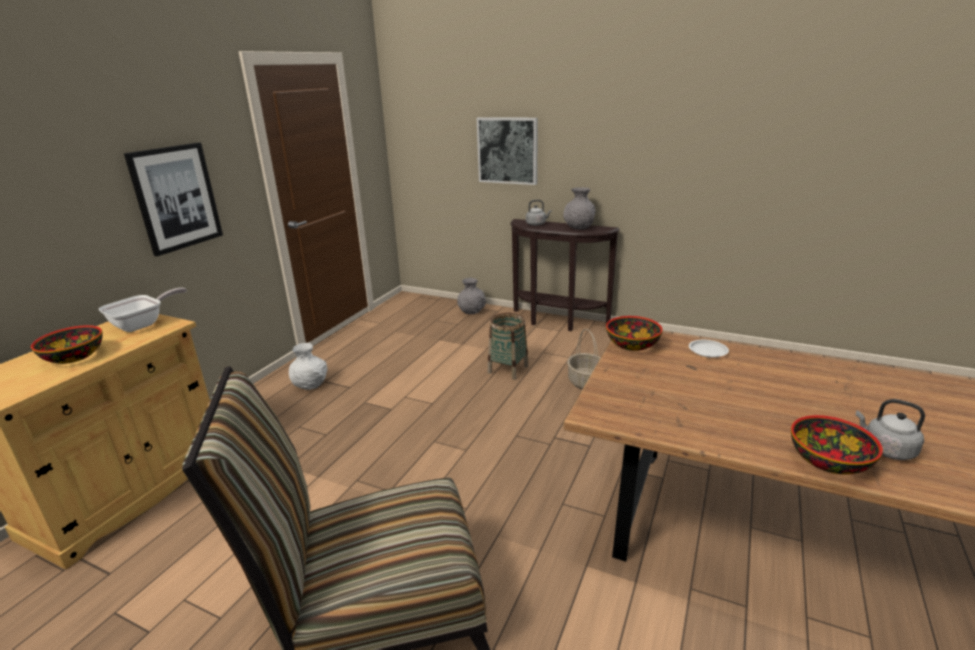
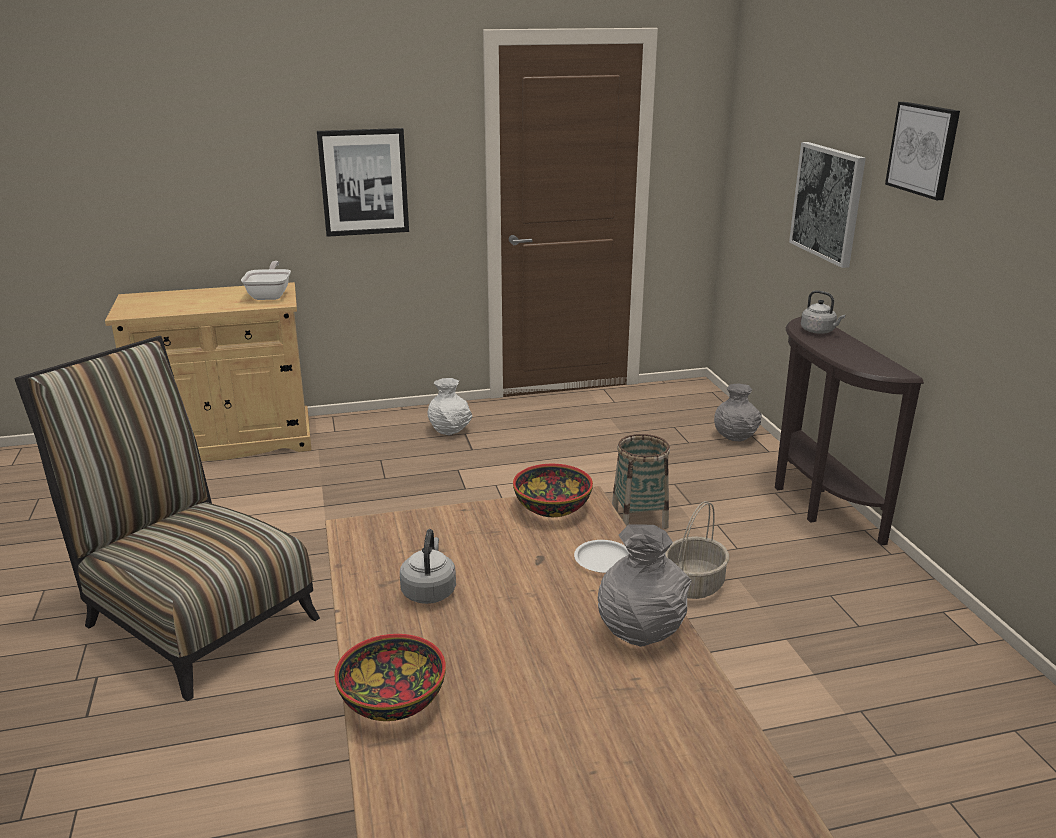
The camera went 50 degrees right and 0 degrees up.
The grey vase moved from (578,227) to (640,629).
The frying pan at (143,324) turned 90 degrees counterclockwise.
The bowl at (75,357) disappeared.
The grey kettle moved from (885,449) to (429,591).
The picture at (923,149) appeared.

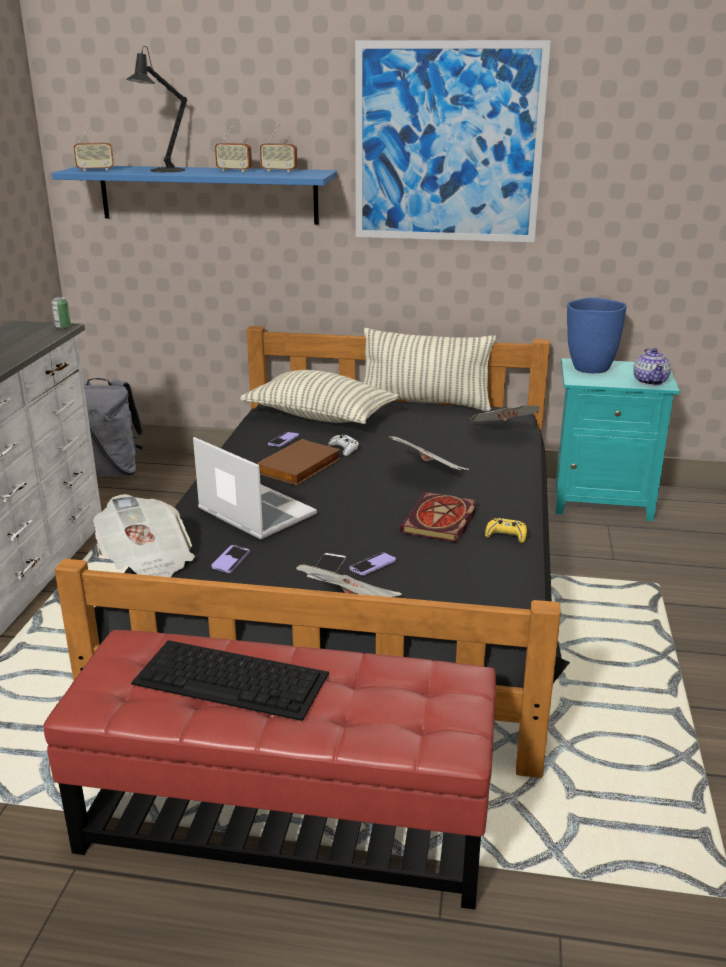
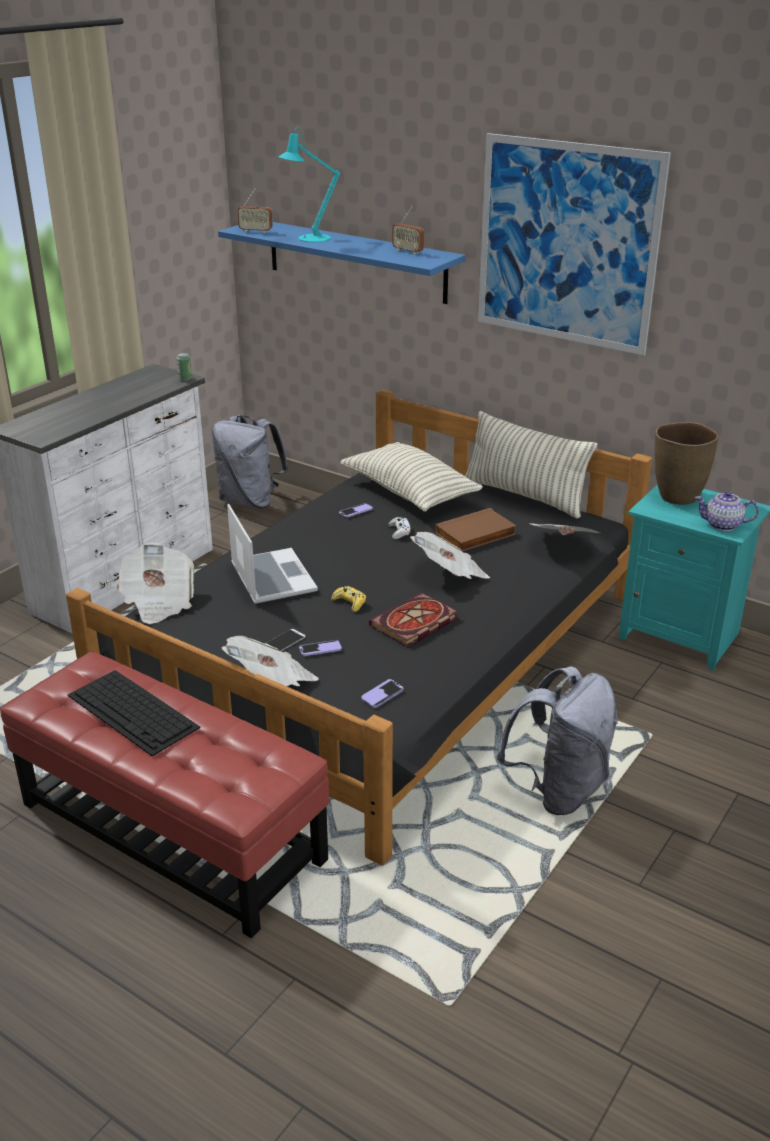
The camera went 25 degrees right and 5 degrees up.
The black table lamp at (163,170) became the turquoise table lamp at (309,238).
The radio at (234,171) disappeared.
The blue vase at (589,368) became the brown vase at (677,497).
The teapot at (650,381) turned 75 degrees clockwise.
The brown book moved from (300,467) to (476,535).
The yellow game controller moved from (506,535) to (349,602).
The phone moved from (231,560) to (382,695).
The grey backpack at (558,790) appeared.

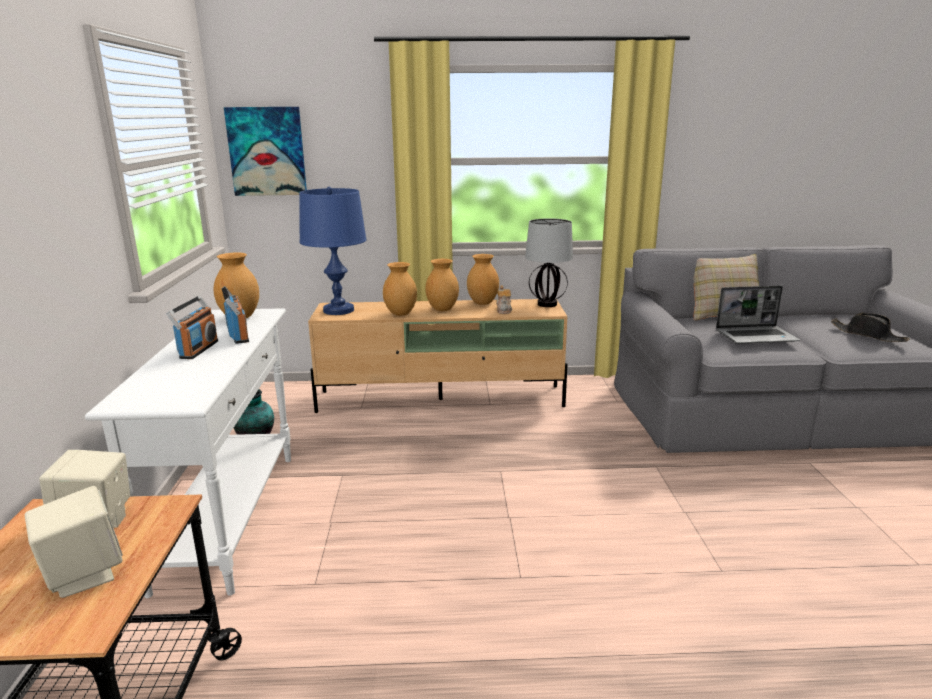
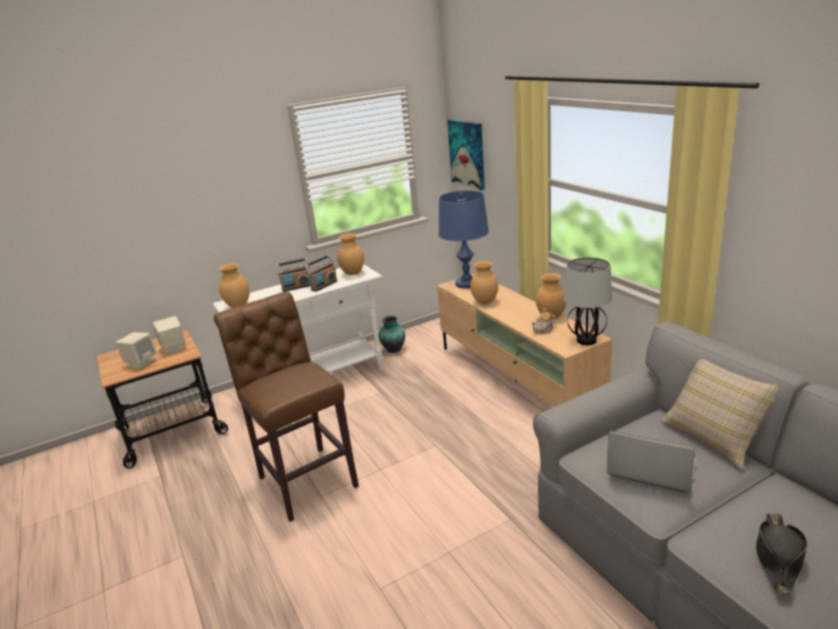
The camera went 65 degrees right and 5 degrees up.
The brown vase moved from (443,309) to (238,306).
The laptop at (756,336) turned 150 degrees clockwise.
The brown stool at (305,479) appeared.

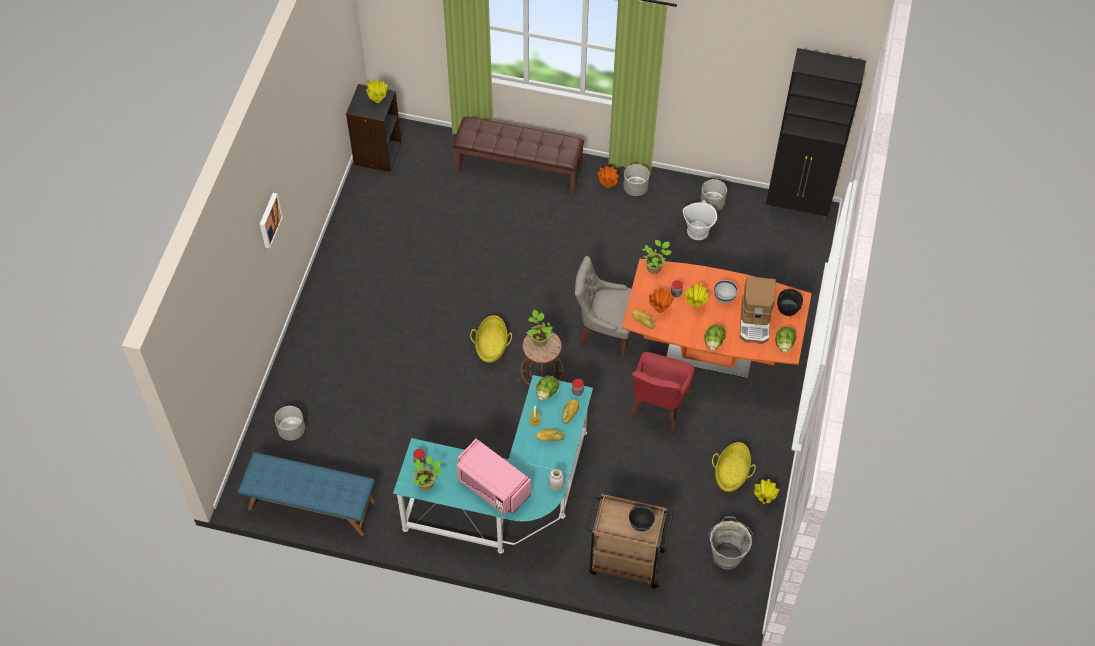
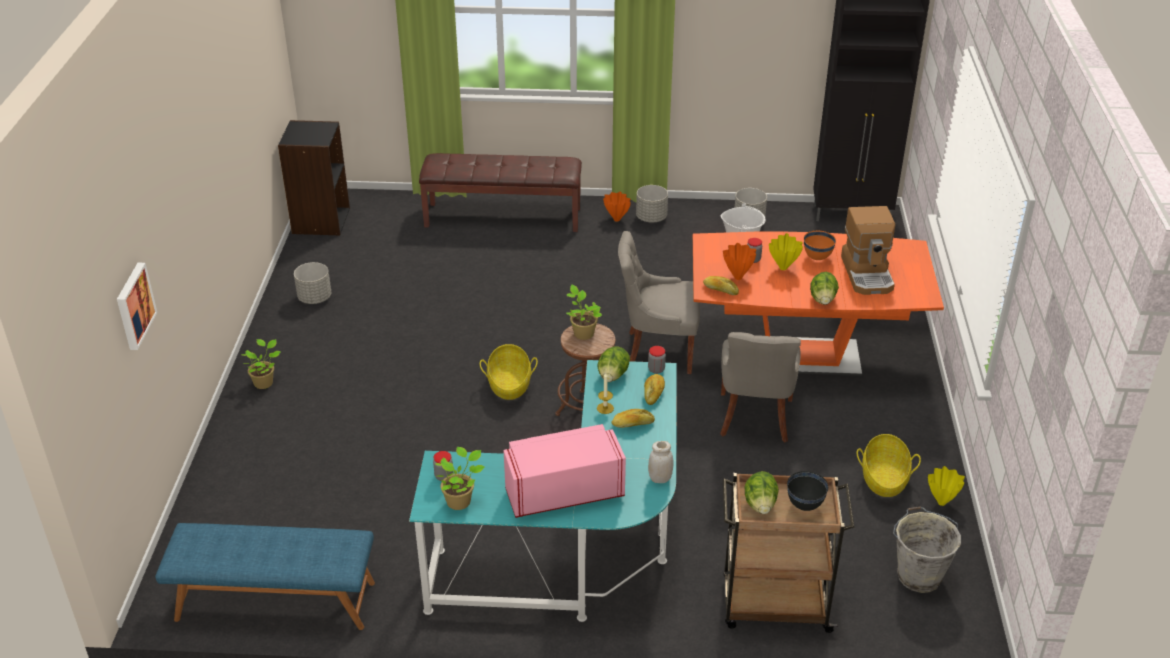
The camera went 10 degrees left and 20 degrees down.
The yellow vase at (378,101) disappeared.
The picture moved from (269,220) to (133,305).
The potted plant moved from (654,267) to (264,382).
The white bowl at (724,299) became the orange bowl at (817,258).
The black bowl at (788,308) disappeared.
The lettuce moved from (784,344) to (760,504).
The red chair at (657,406) became the grey chair at (754,418).
The grey planter moved from (291,430) to (314,298).
The pink microwave at (492,486) turned 135 degrees clockwise.

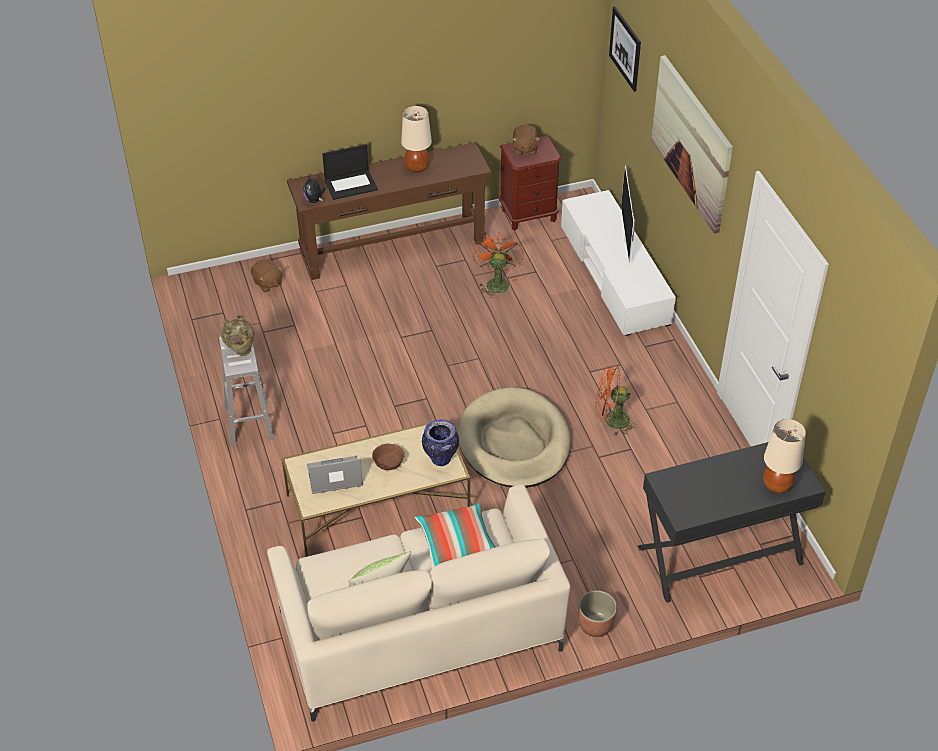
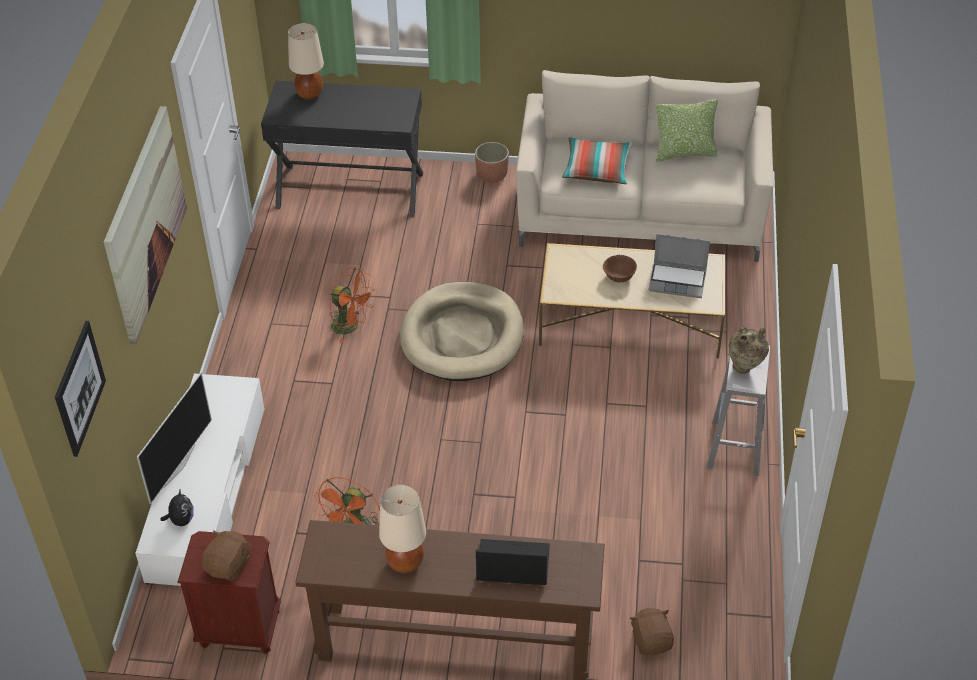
The camera went 155 degrees left and 0 degrees up.
The plush toy moved from (314,200) to (181,520).
The vase at (440,459) disappeared.

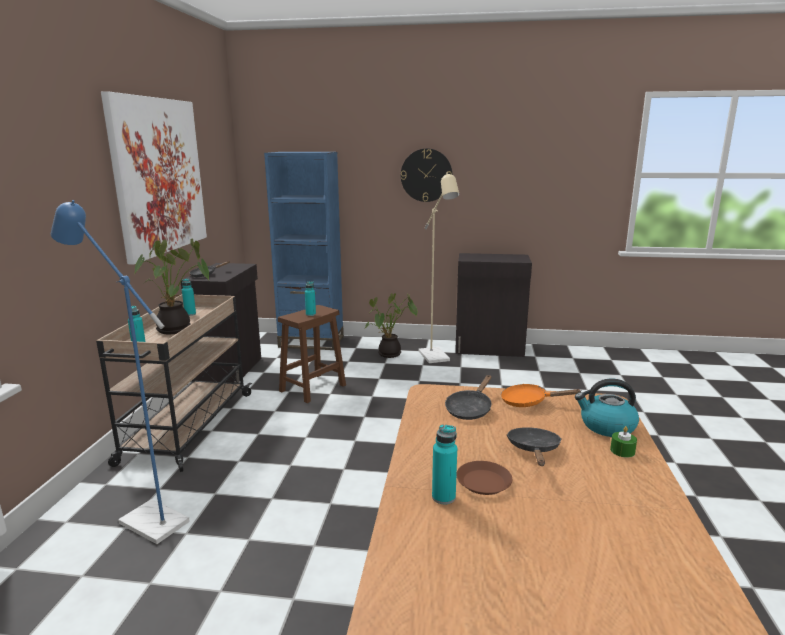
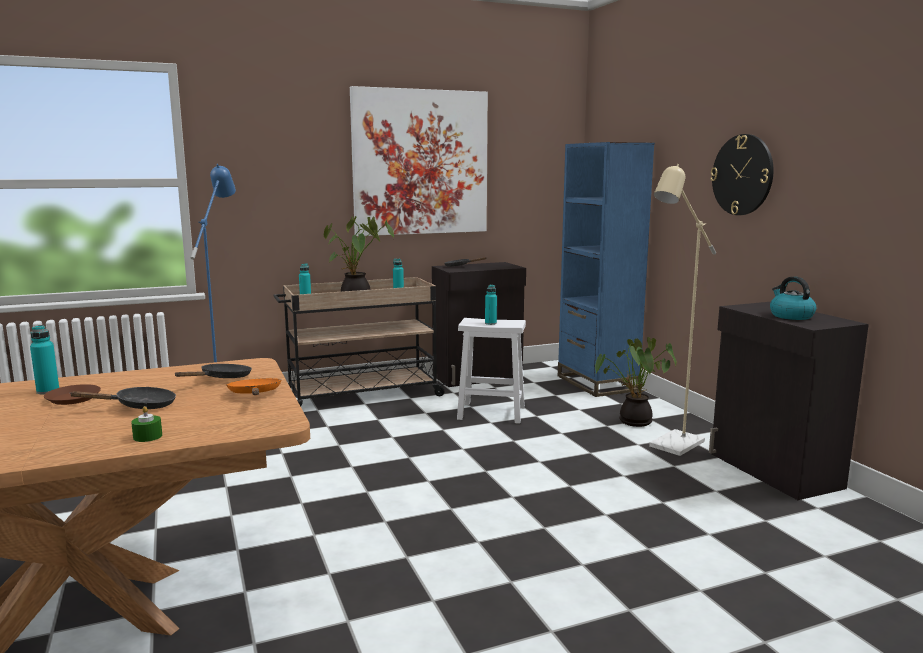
The camera went 60 degrees right and 5 degrees down.
The brown stool at (313,387) became the white stool at (492,413).
The black frying pan at (470,409) turned 120 degrees clockwise.
The kettle moved from (606,426) to (790,316).

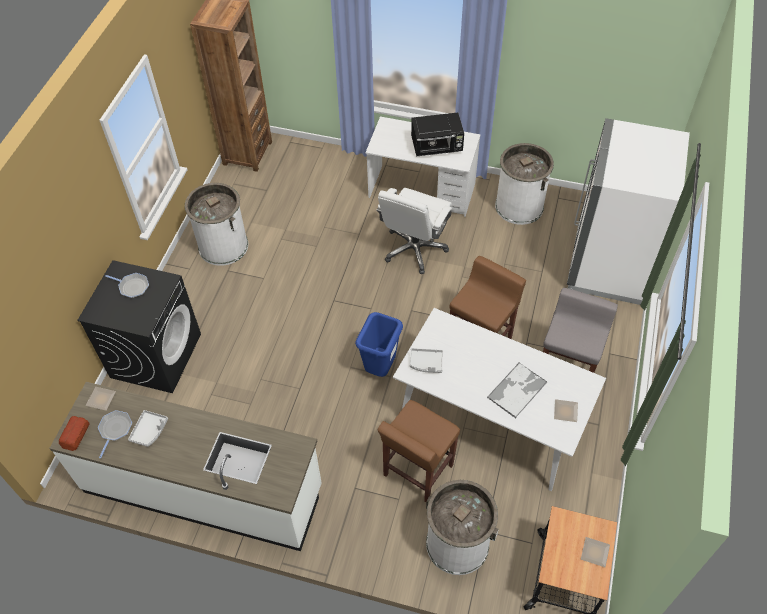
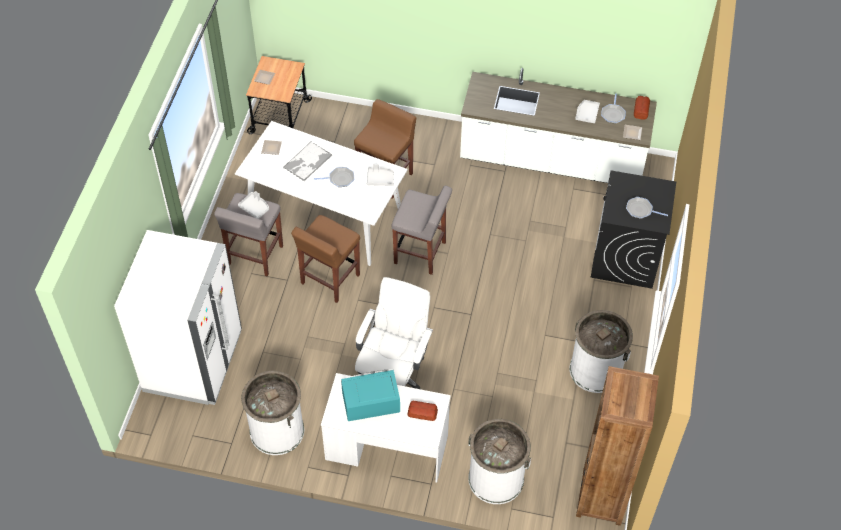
The camera went 175 degrees right and 0 degrees up.
The black microwave at (437,147) became the turquoise microwave at (370,404).
The blue trash can at (380,368) was replaced by the grey stool at (421,253).
The white trash can moved from (457,543) to (496,478).
The frying pan at (340,179) appeared.
The grey tray at (255,208) appeared.
The bread at (422,413) appeared.

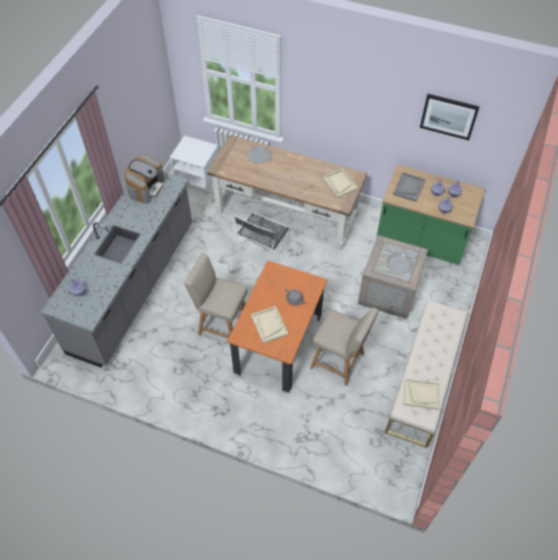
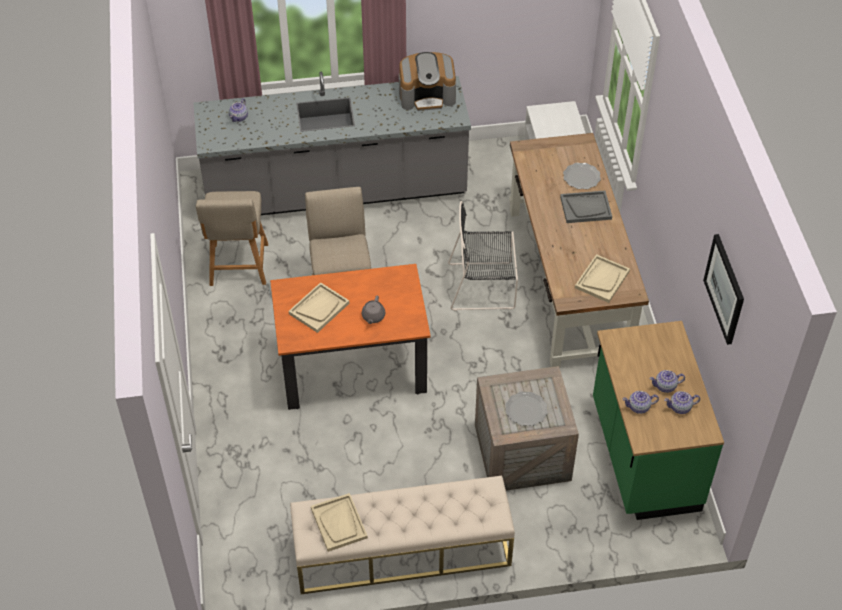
The camera went 60 degrees right and 5 degrees down.
The grey tray moved from (409,187) to (586,208).
The beige chair moved from (339,362) to (239,267).

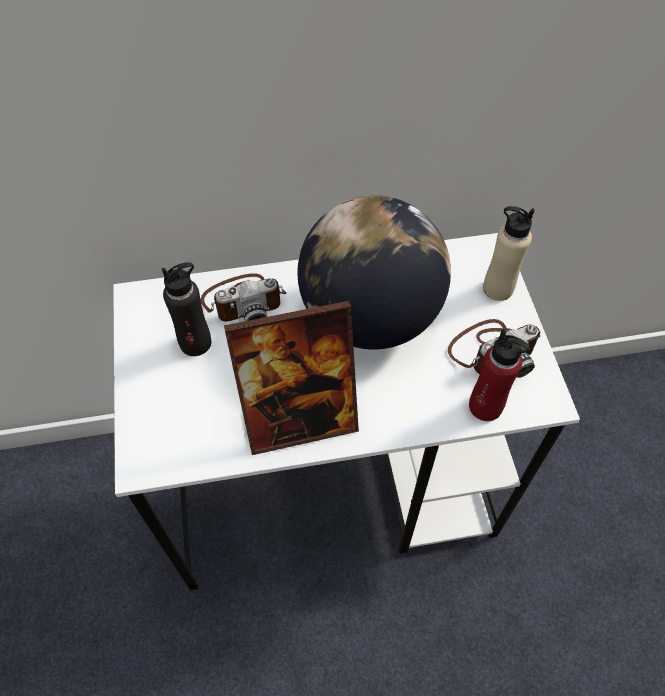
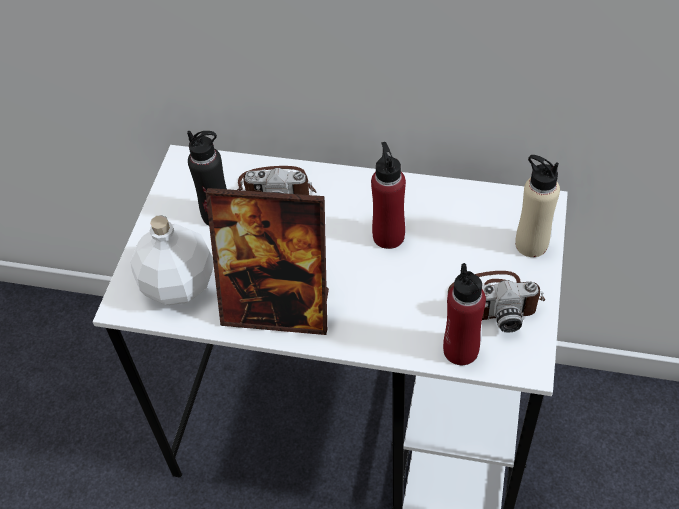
The camera went 25 degrees right and 5 degrees down.
The globe at (370,317) was replaced by the red bottle at (388,236).
The white bottle at (177,285) appeared.

